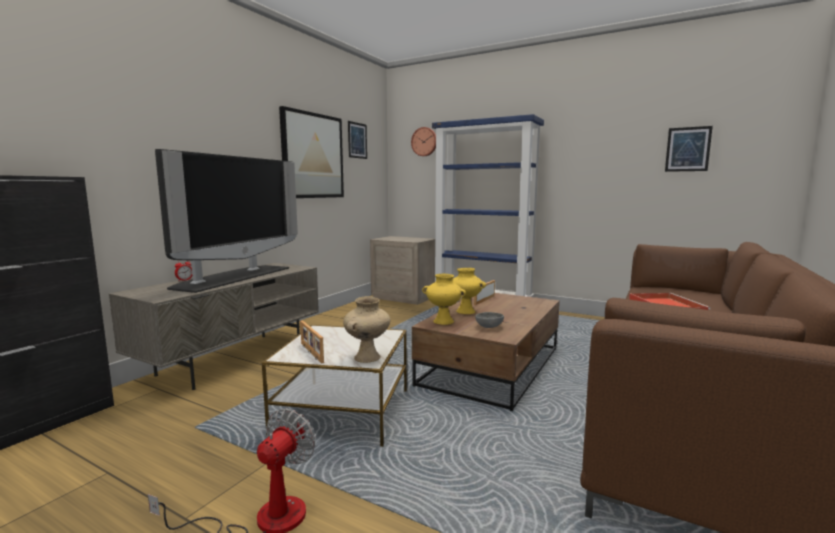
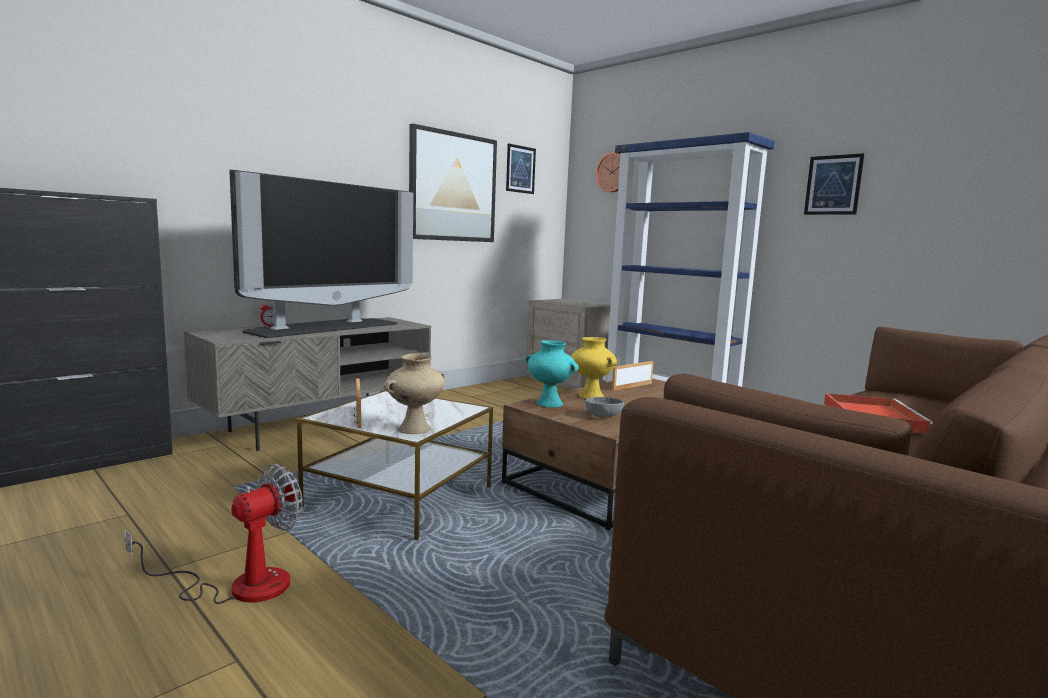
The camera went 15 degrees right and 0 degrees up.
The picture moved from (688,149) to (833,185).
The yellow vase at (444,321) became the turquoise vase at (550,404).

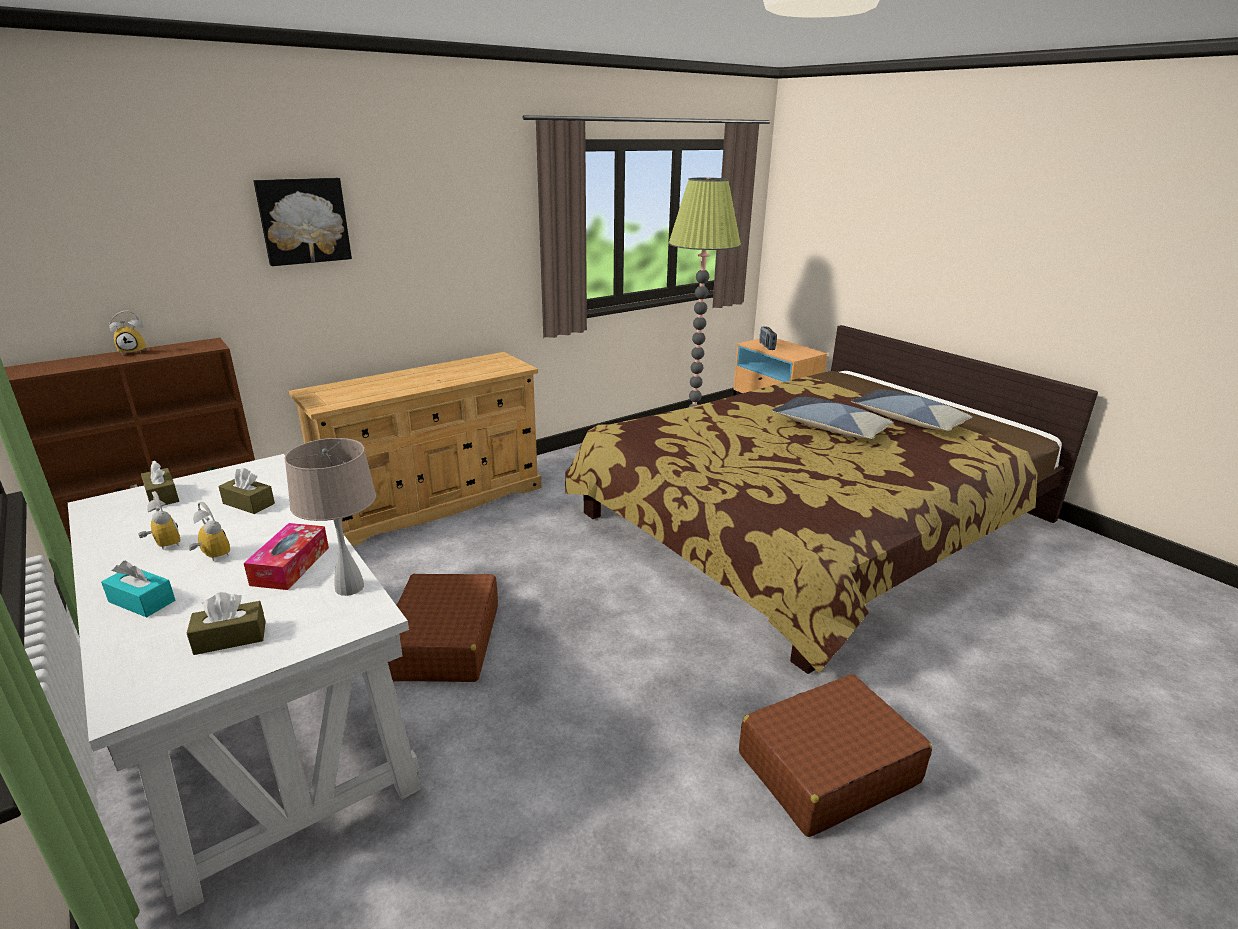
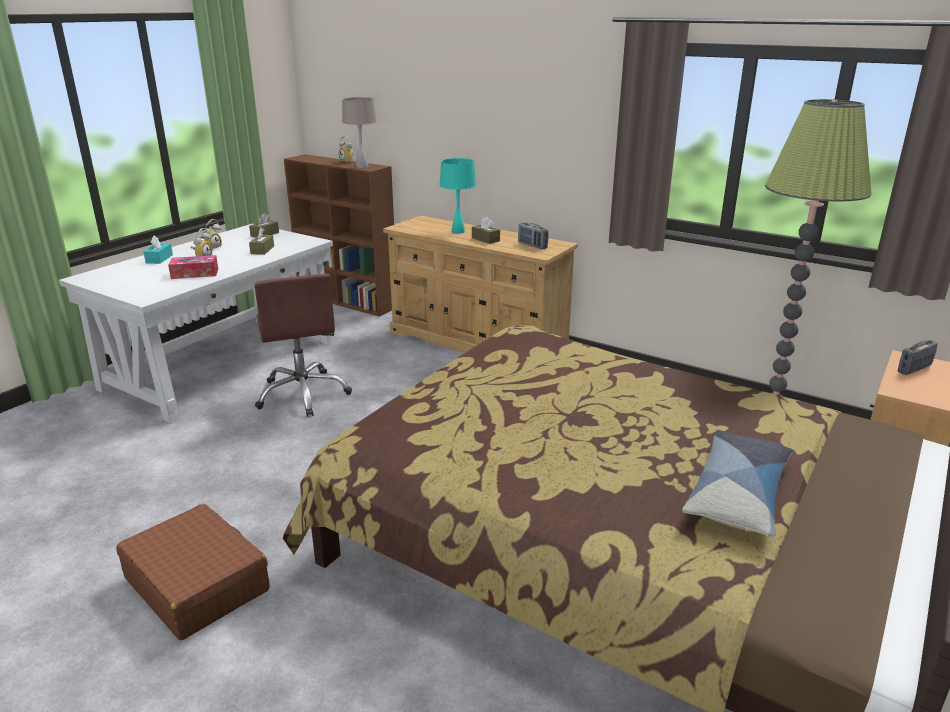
The camera went 70 degrees right and 0 degrees up.
The picture at (303,221) disappeared.
The pillow at (830,428) disappeared.
The beige table lamp moved from (349,588) to (361,166).
The brown suitcase at (444,642) was replaced by the brown office chair at (303,394).
The brown tissue box moved from (230,638) to (485,239).
The turquoise table lamp at (458,231) appeared.
The radio at (532,245) appeared.

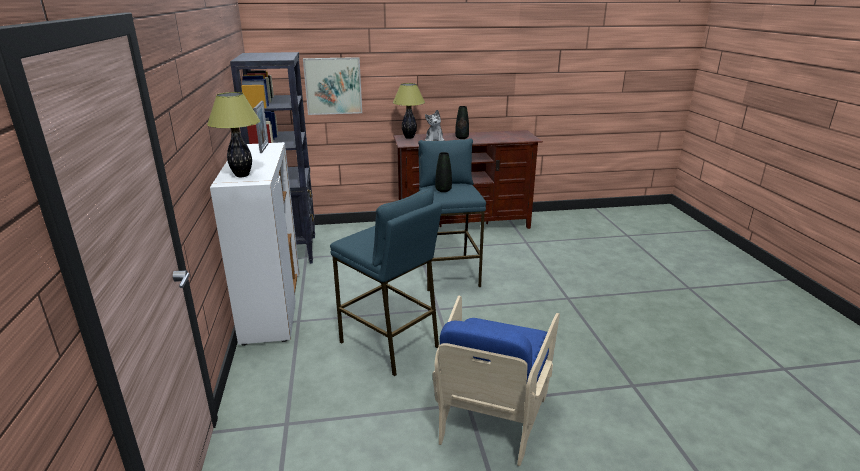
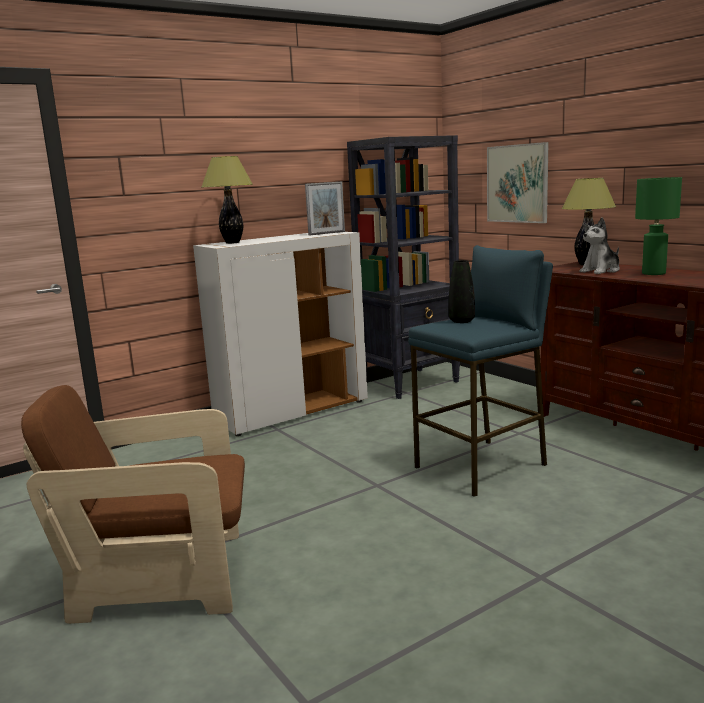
The camera went 65 degrees right and 10 degrees down.
The black vase at (462,138) was replaced by the green table lamp at (654,273).
The blue stool at (389,344) disappeared.
The blue armchair at (491,415) became the brown armchair at (162,579).

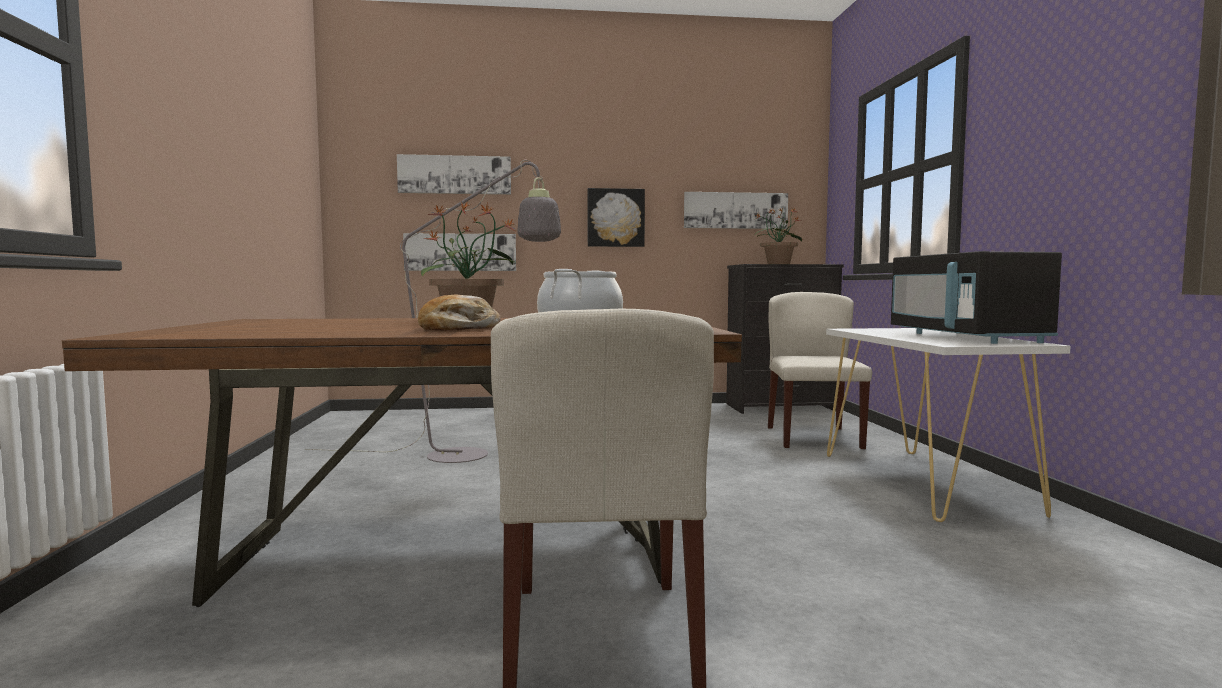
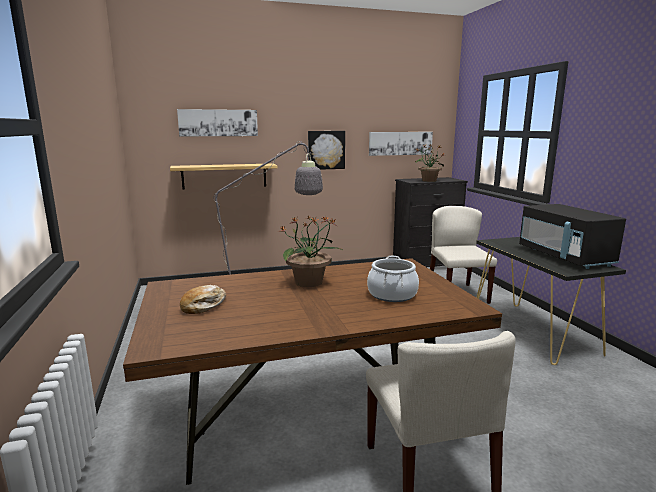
The camera went 10 degrees left and 10 degrees up.
The picture at (460,252) was replaced by the shelf at (224,176).
The bread moved from (459,329) to (203,306).
The white console table at (923,482) became the black console table at (532,331).

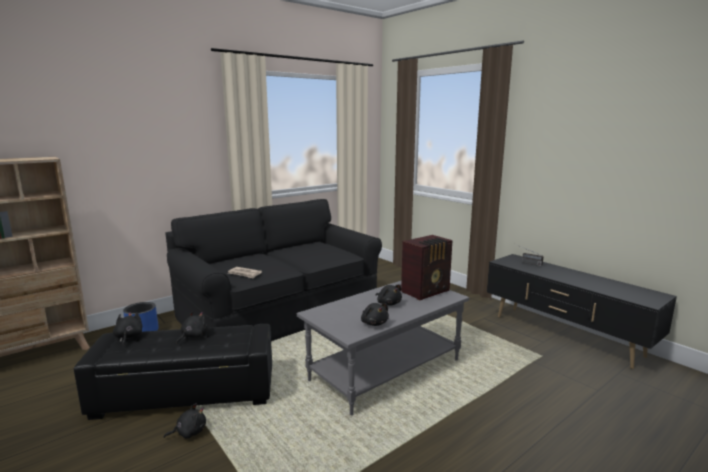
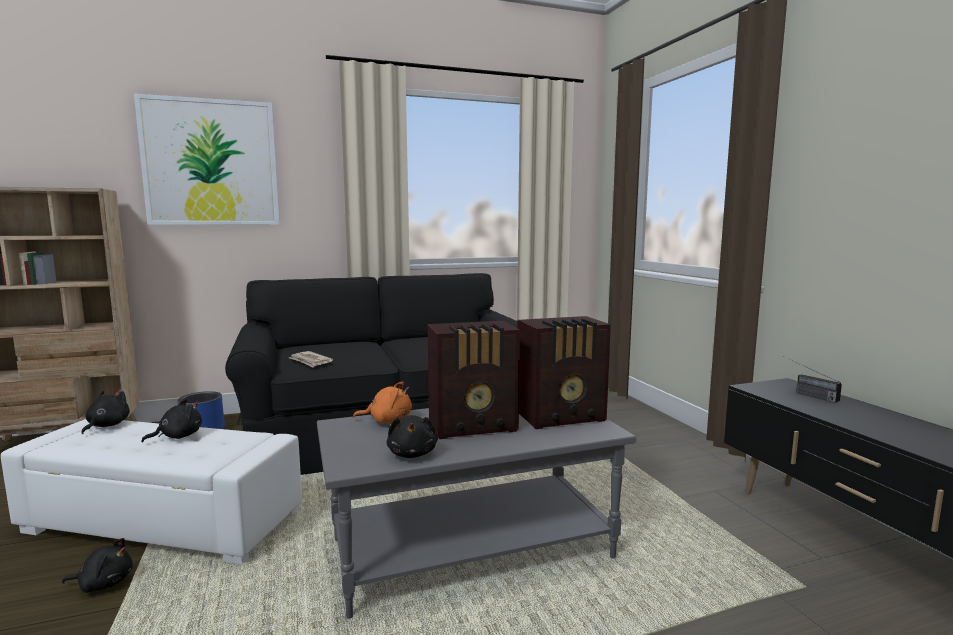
The camera went 20 degrees right and 5 degrees down.
The black plush toy at (388,303) was replaced by the radio at (475,426).
The black ottoman at (186,393) became the white ottoman at (162,523).
The picture at (211,163) appeared.
The orange plush toy at (387,420) appeared.

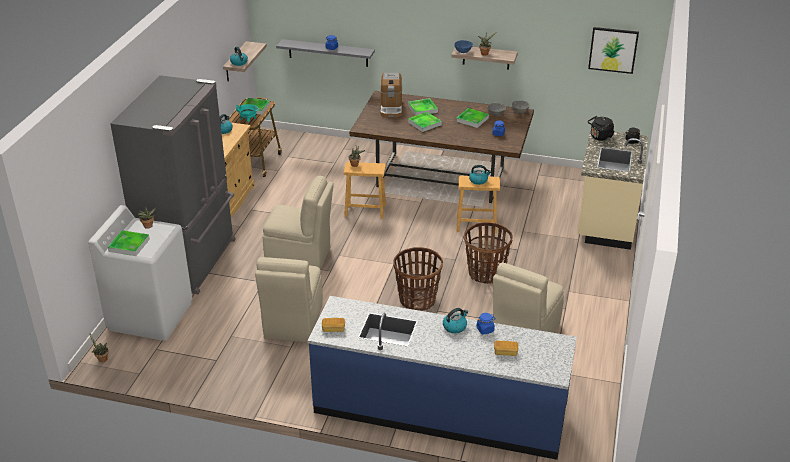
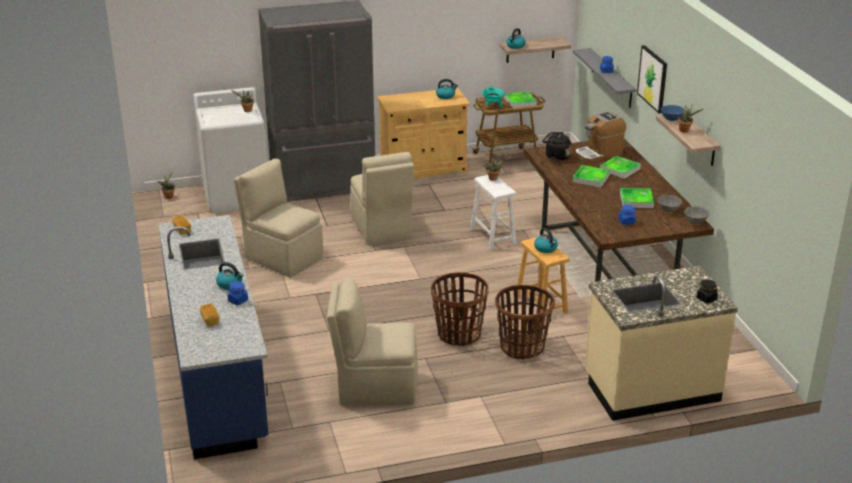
The camera went 60 degrees right and 5 degrees down.
The picture moved from (613,50) to (653,78).
The black kettle moved from (600,137) to (555,156).
The brown stool at (365,210) became the white stool at (492,236).
The tray at (129,245) disappeared.
The basket moved from (417,300) to (522,347).
The beige chair at (292,322) turned 60 degrees clockwise.

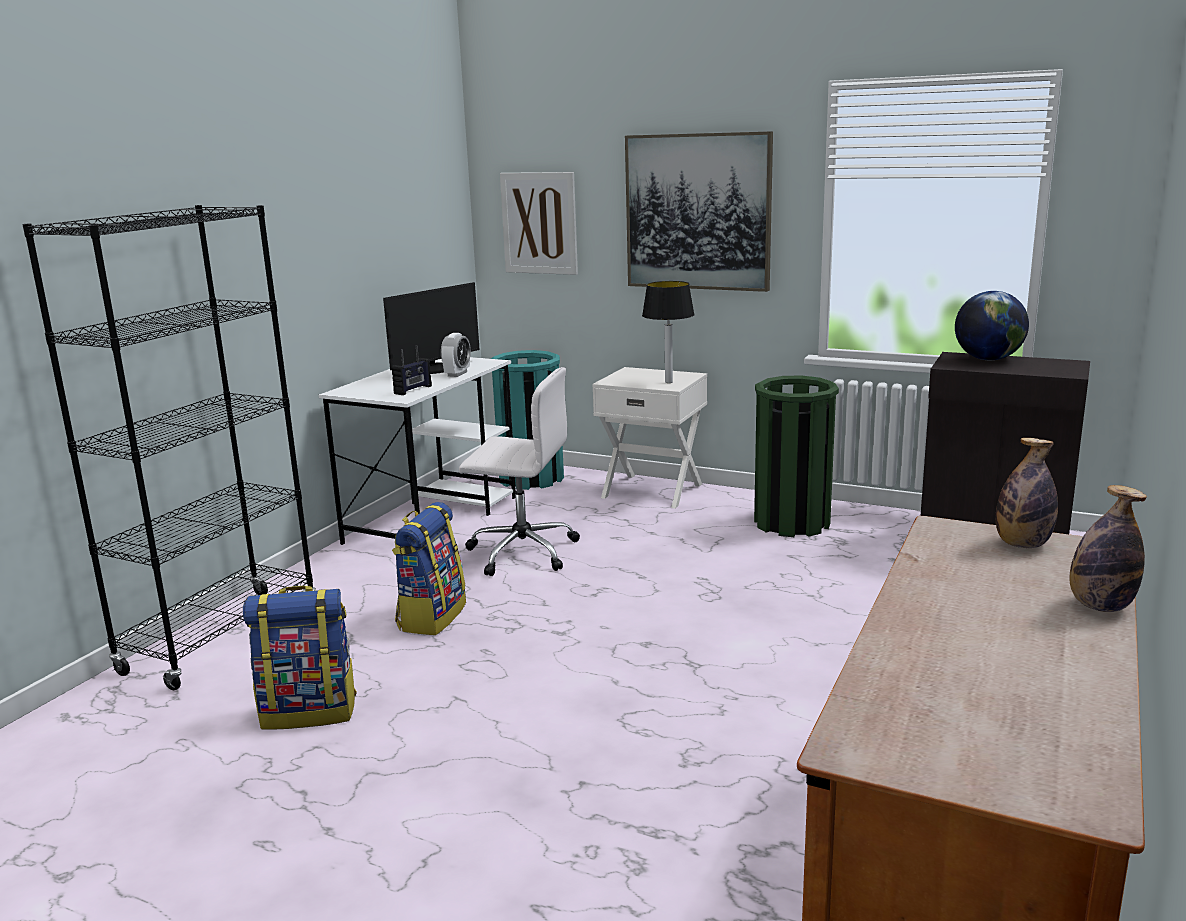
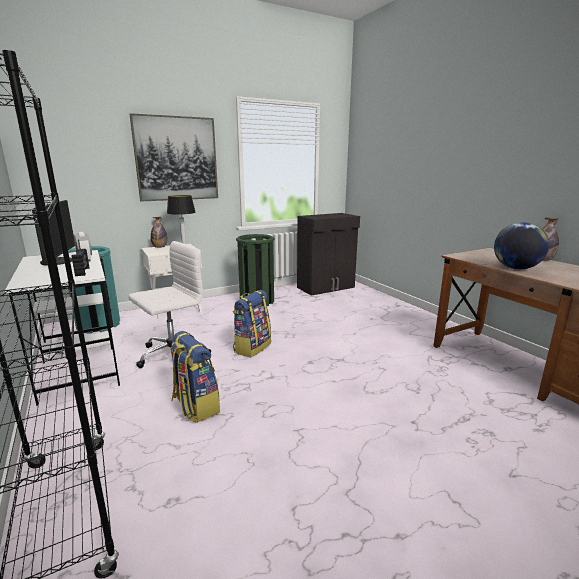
The camera went 55 degrees left and 0 degrees up.
The picture at (539,223) disappeared.
The globe moved from (988,359) to (516,268).
The bottle moved from (1022,545) to (160,247).
The backpack moved from (310,711) to (252,347).

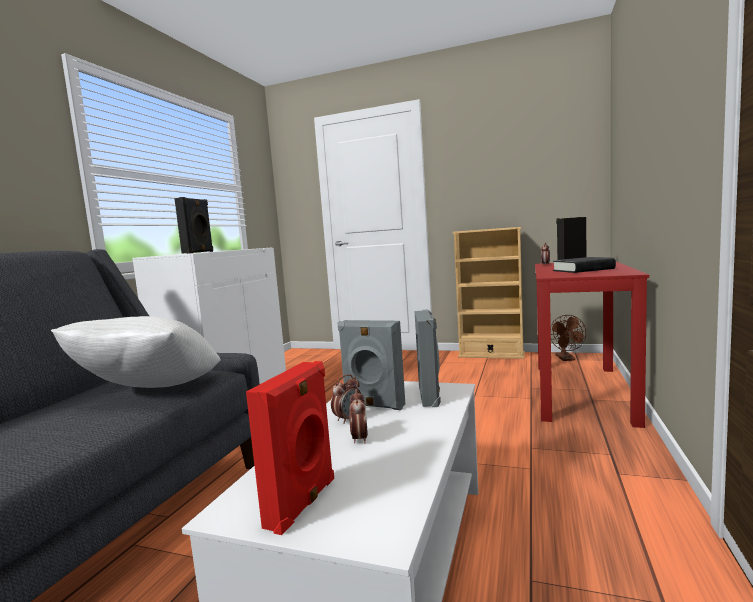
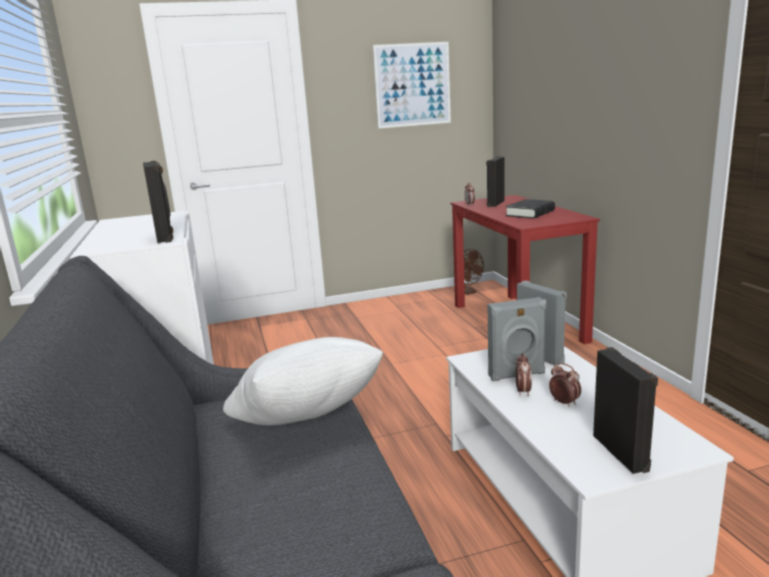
The camera went 35 degrees left and 10 degrees up.
The beige bookcase at (491,355) disappeared.
The red speaker at (303,503) became the black speaker at (622,452).
The picture at (412,85) appeared.

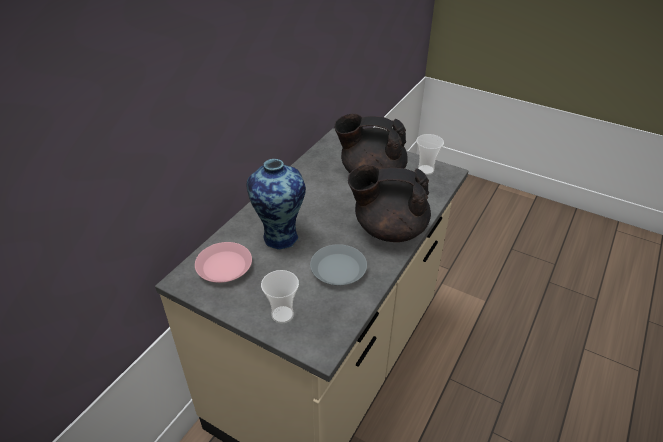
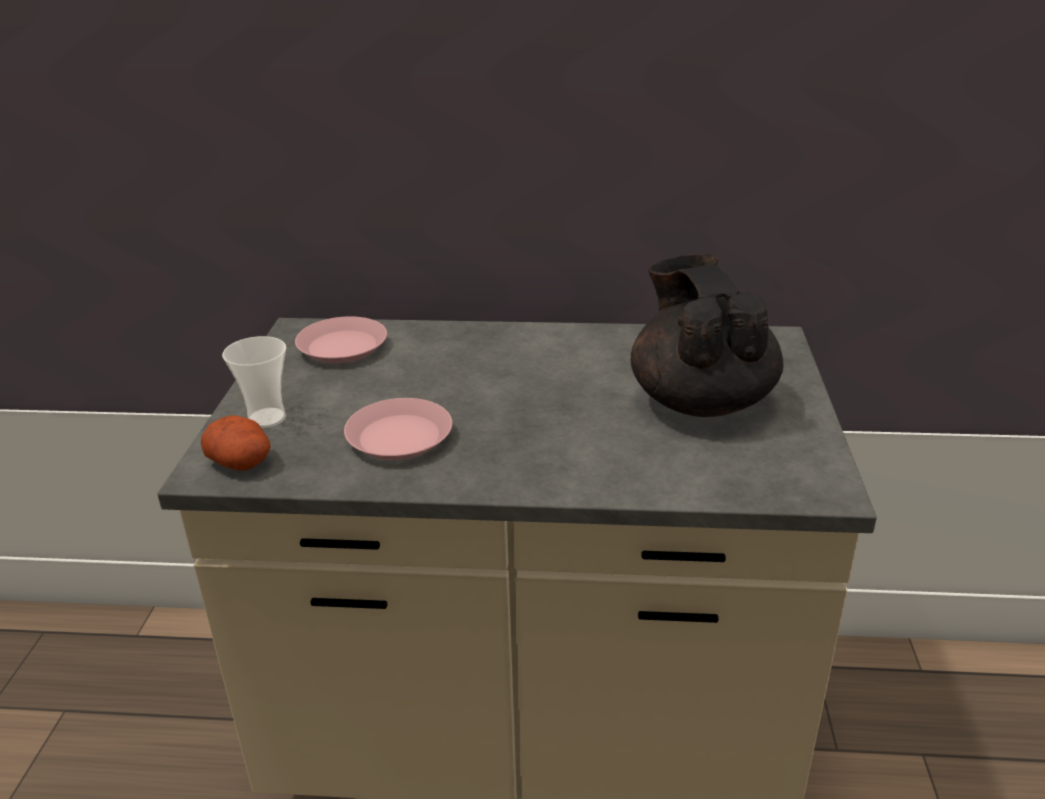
The camera went 65 degrees right and 10 degrees down.
The cup at (425,170) disappeared.
The vase at (279,236) disappeared.
The black teapot at (388,229) disappeared.
The grey plate at (338,269) became the pink plate at (398,437).
The potato at (242,462) appeared.

